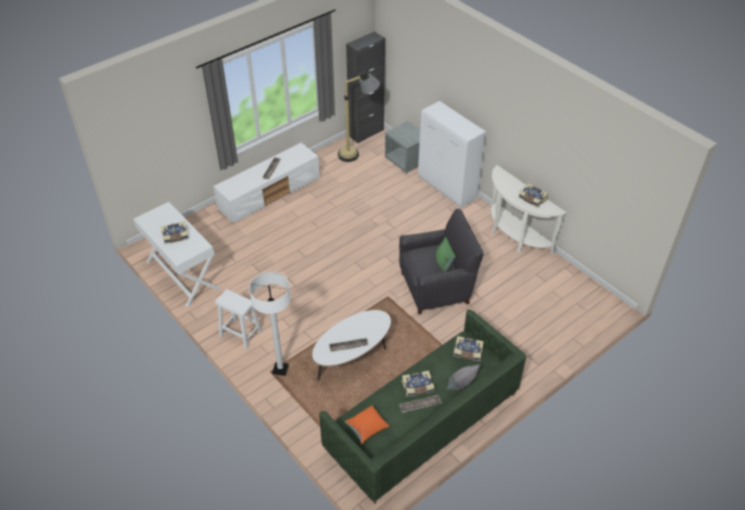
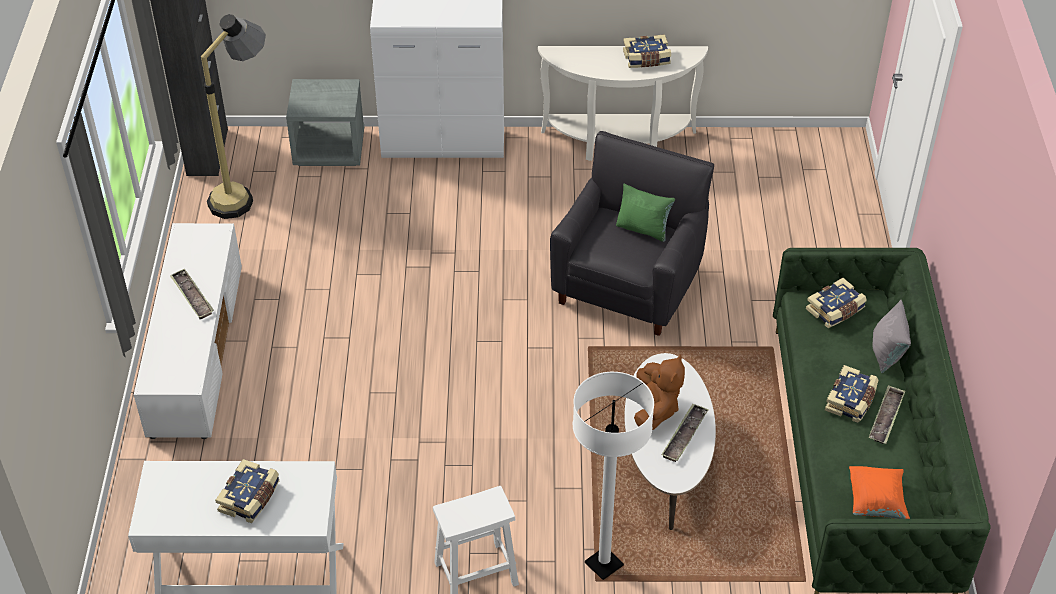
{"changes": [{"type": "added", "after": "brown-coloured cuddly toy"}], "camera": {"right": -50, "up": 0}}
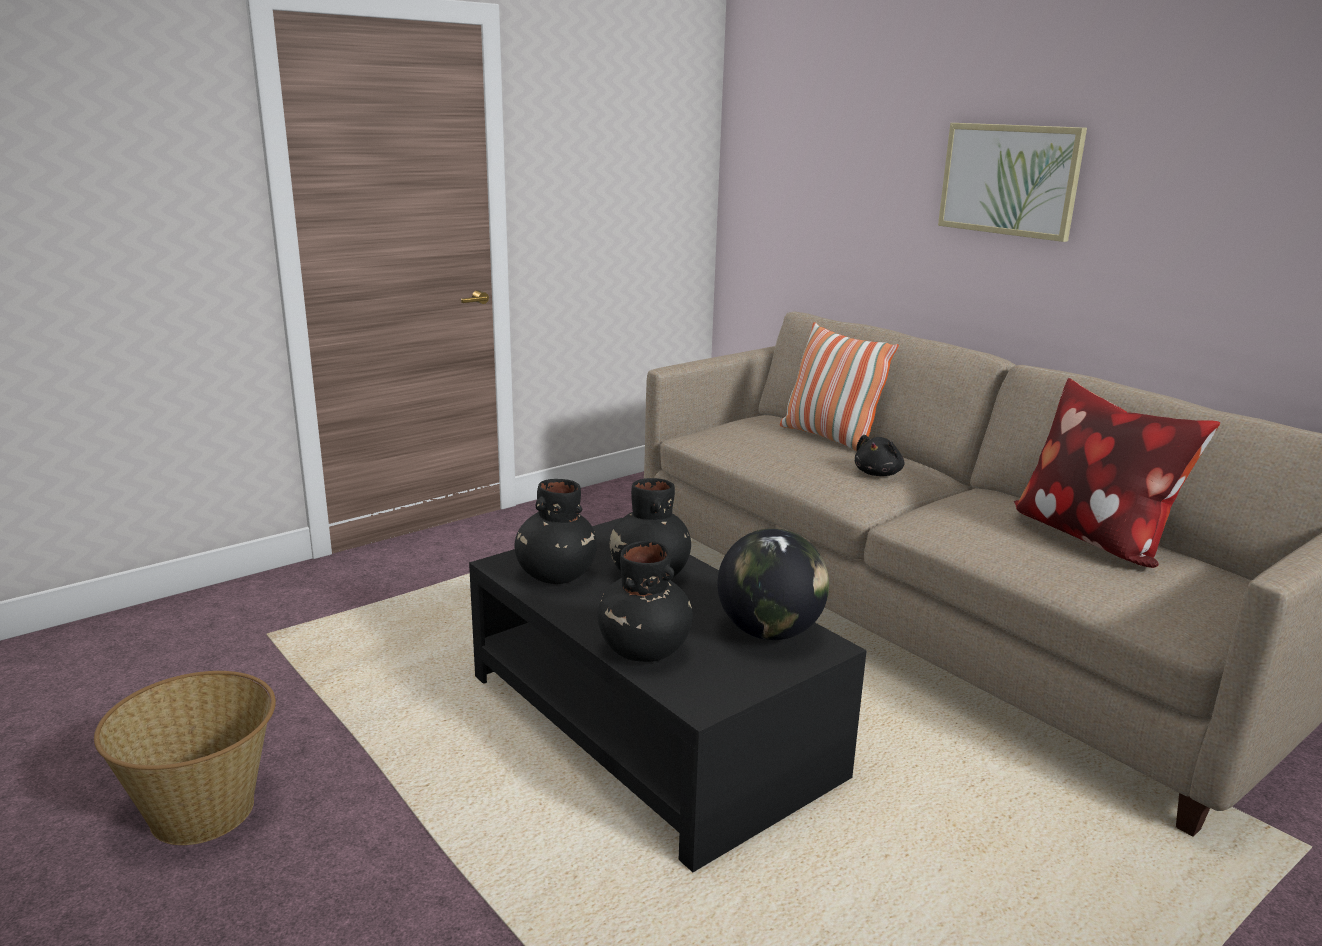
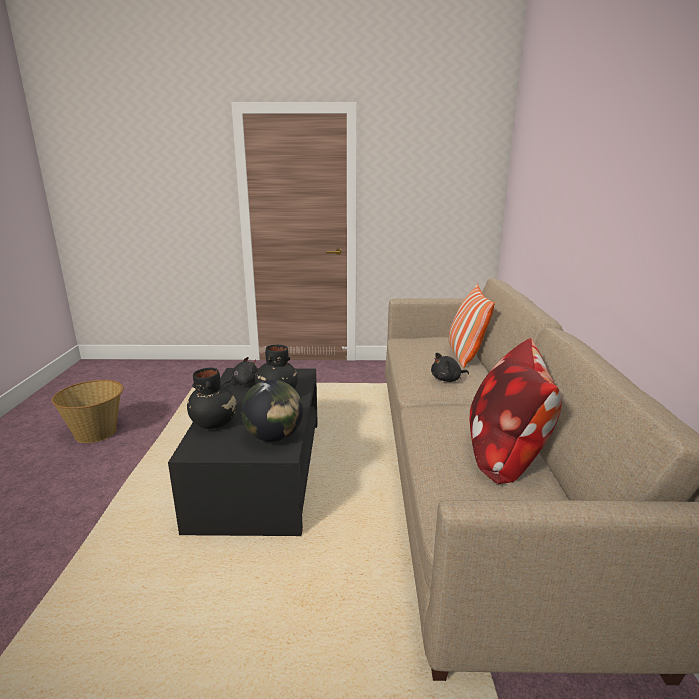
{"changes": [{"type": "removed", "before": "wall art"}, {"type": "replaced", "before": "black-coloured decorative vase (1st from left)", "after": "black-coloured cuddly toy (1st from left)"}], "camera": {"right": 40, "up": 0}}
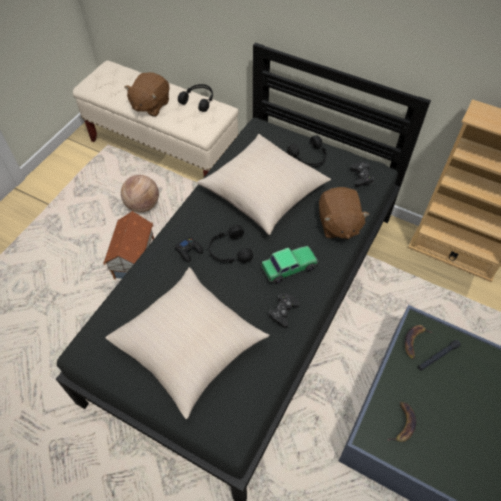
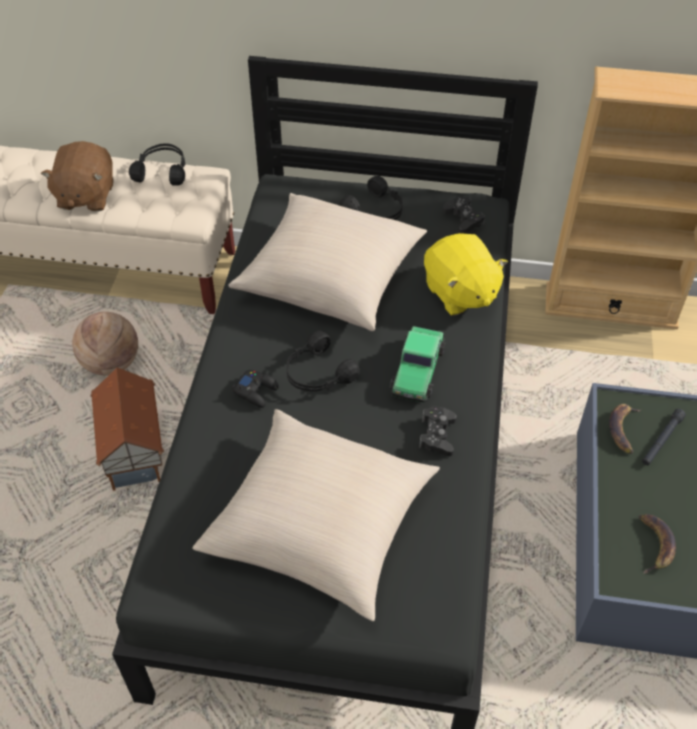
{"changes": [{"type": "recoloured", "before": "brown-coloured cuddly toy (2nd from left)", "after": "yellow-coloured cuddly toy"}, {"type": "turned", "before": "model car", "turn": 150}], "camera": {"right": -20, "up": -5}}
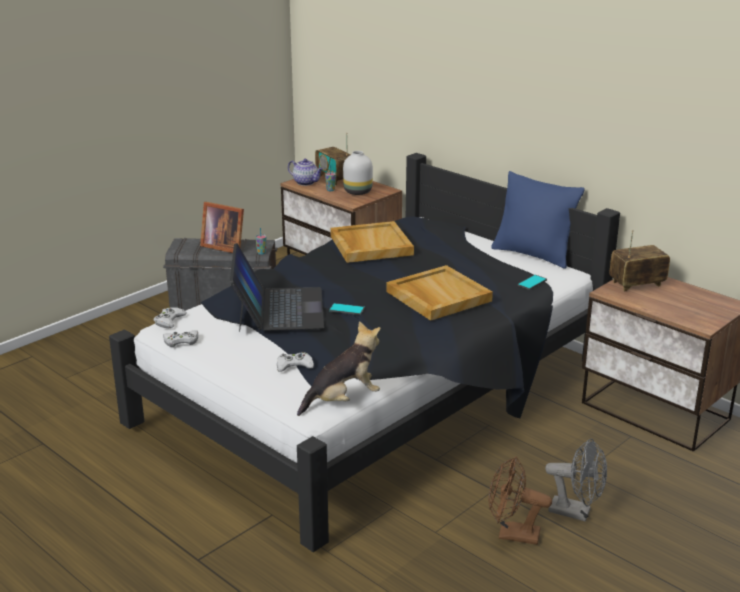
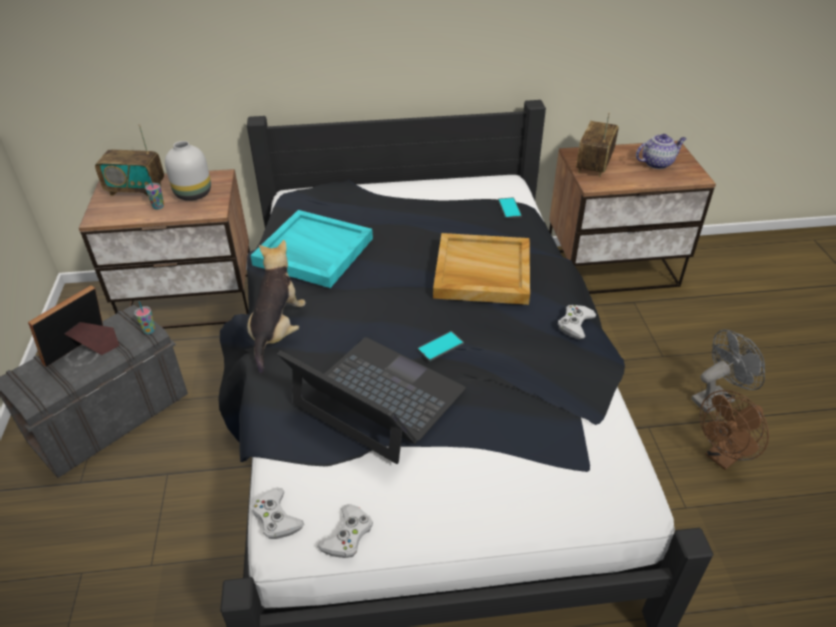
{"changes": [{"type": "moved", "before": "tea pot"}, {"type": "removed", "before": "bluish throw pillow"}, {"type": "turned", "before": "standing frame", "turn": 150}, {"type": "recoloured", "before": "beige-coloured carrying tray (1st from left)", "after": "turquoise carrying tray"}, {"type": "moved", "before": "cuddly toy"}, {"type": "moved", "before": "whitish gamepad (3rd from left)"}], "camera": {"right": -50, "up": 15}}
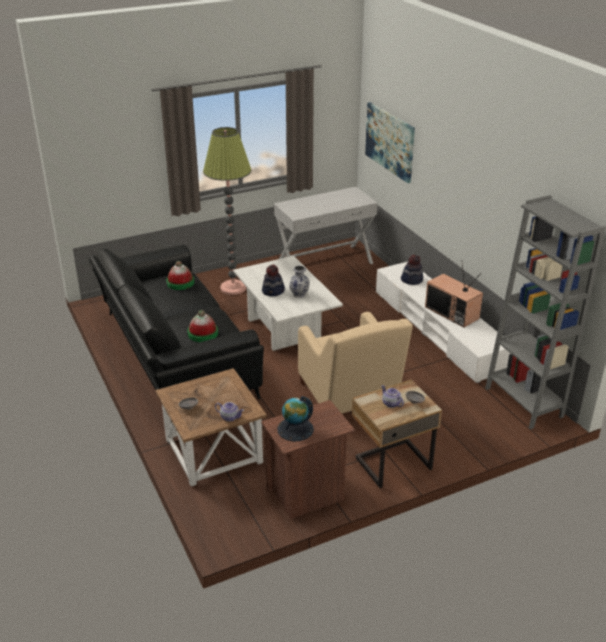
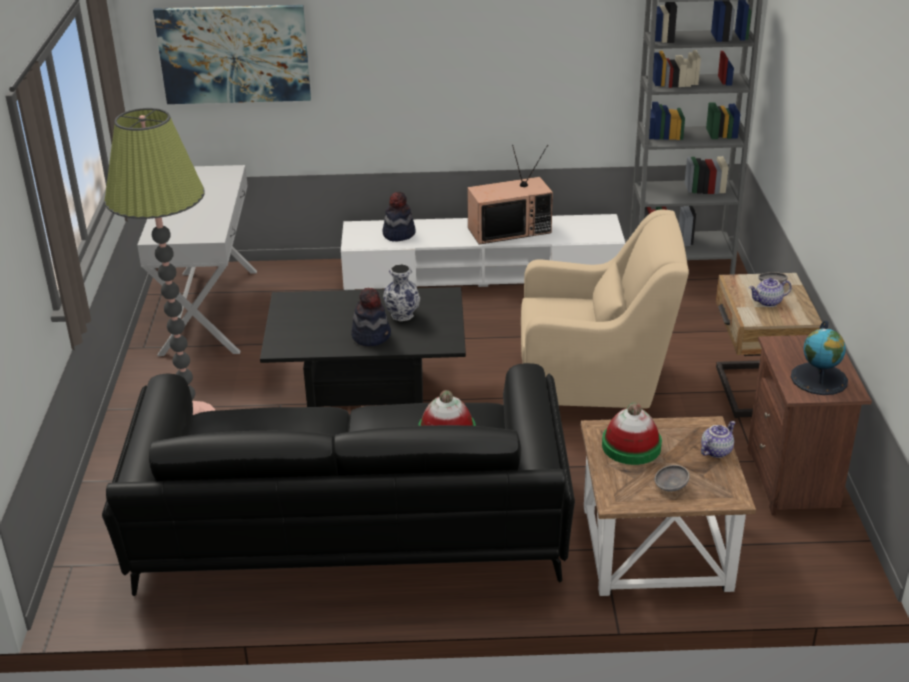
{"changes": [{"type": "recoloured", "before": "whitish low table", "after": "black-coloured low table"}, {"type": "moved", "before": "clothing hat (1st from left in the first image)", "after": "clothing hat (4th from left)"}], "camera": {"right": -65, "up": 0}}
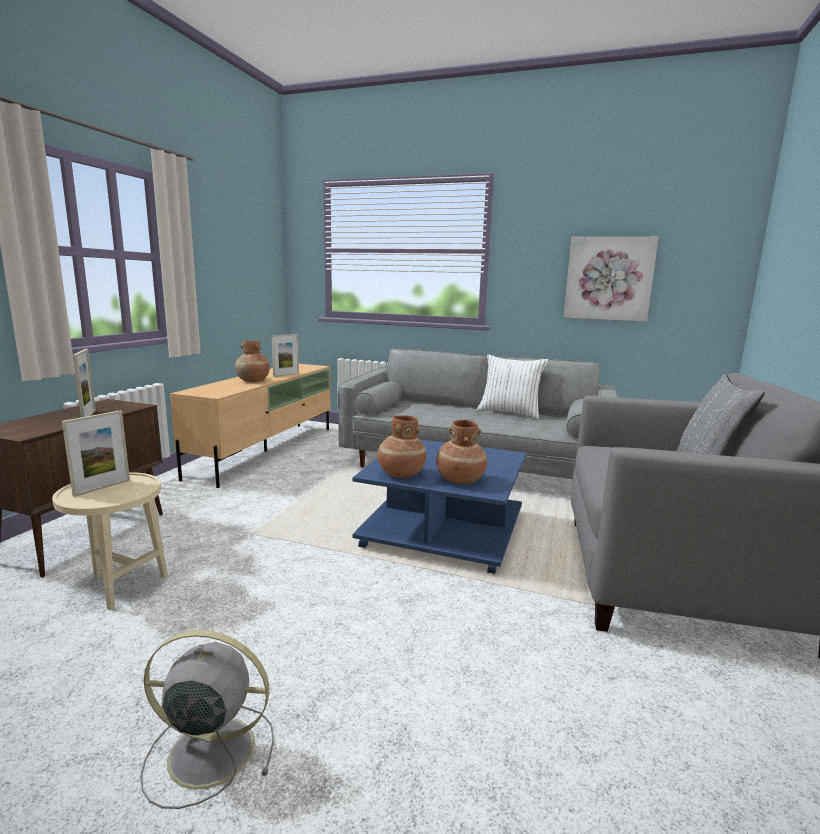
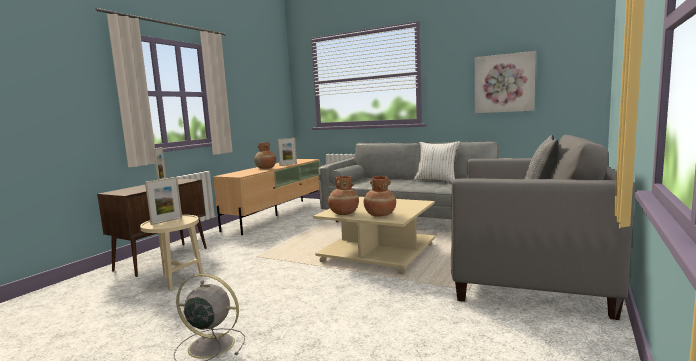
{"changes": [{"type": "recoloured", "before": "bluish low table", "after": "beige-coloured low table"}], "camera": {"right": 10, "up": -5}}
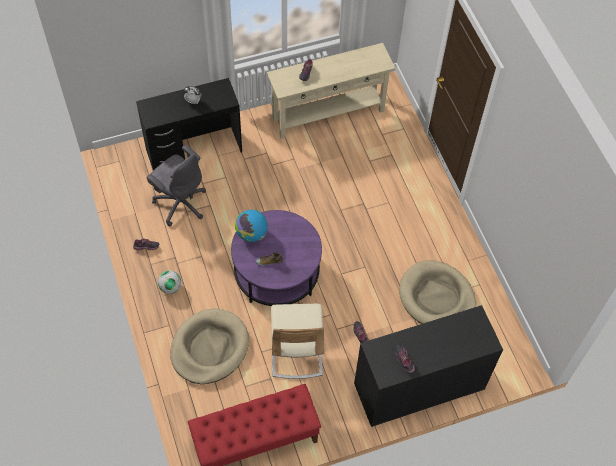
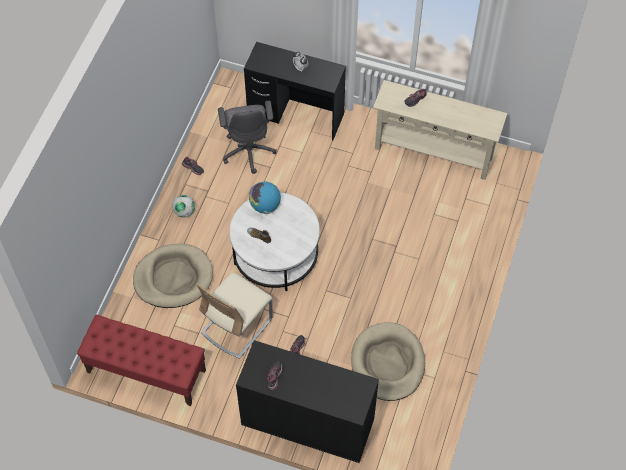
{"changes": [{"type": "recoloured", "before": "purple low table", "after": "whitish low table"}], "camera": {"right": 40, "up": 0}}
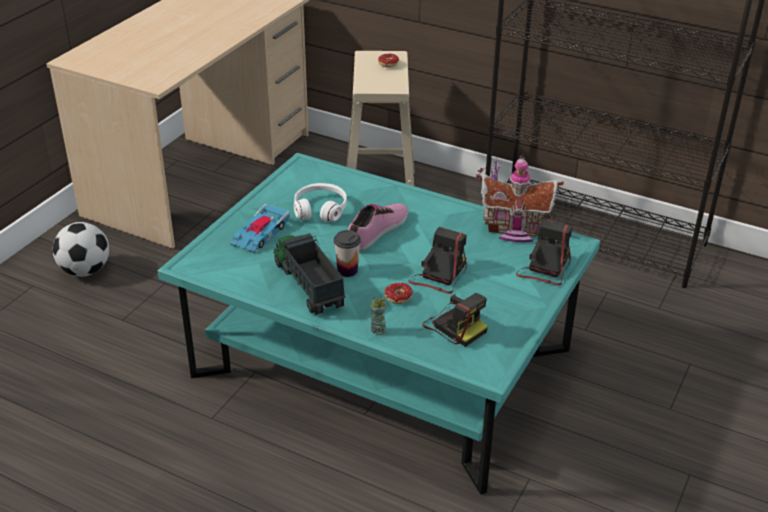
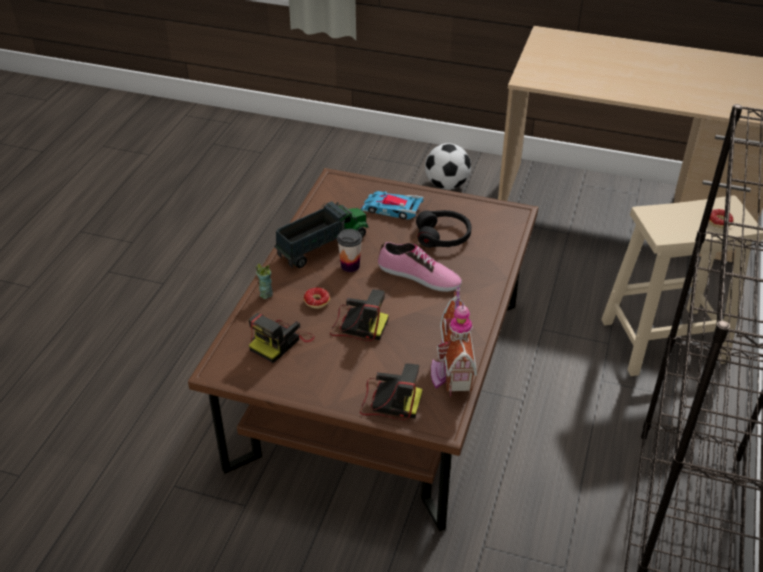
{"changes": [{"type": "recoloured", "before": "turquoise low table", "after": "brown-coloured low table"}, {"type": "recoloured", "before": "whitish headset", "after": "black-coloured headset"}], "camera": {"right": 80, "up": 5}}
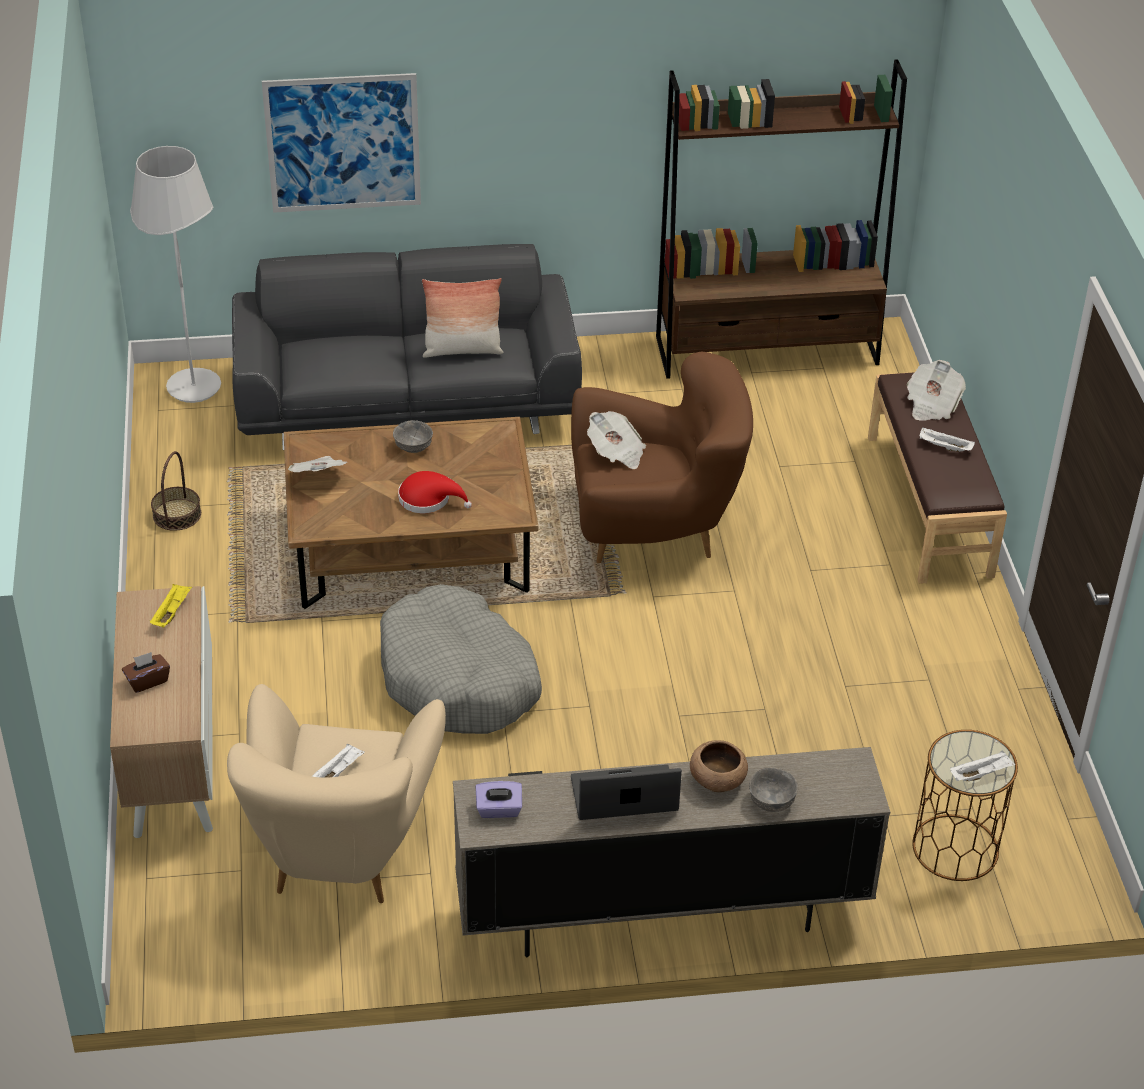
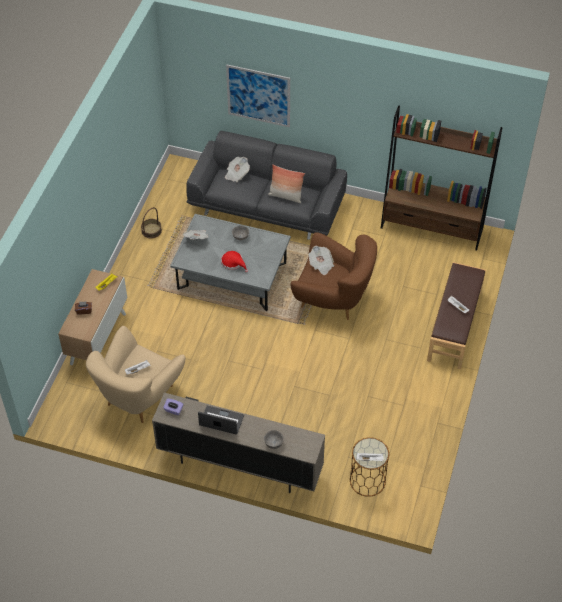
{"changes": [{"type": "removed", "before": "whitish floor lamp"}, {"type": "moved", "before": "daily paper (3rd from left in the first image)", "after": "daily paper (2nd from left)"}, {"type": "recoloured", "before": "brown-coloured low table", "after": "grey low table"}, {"type": "removed", "before": "grey dog cushion"}, {"type": "removed", "before": "brown-coloured deep dish"}], "camera": {"right": 25, "up": 10}}
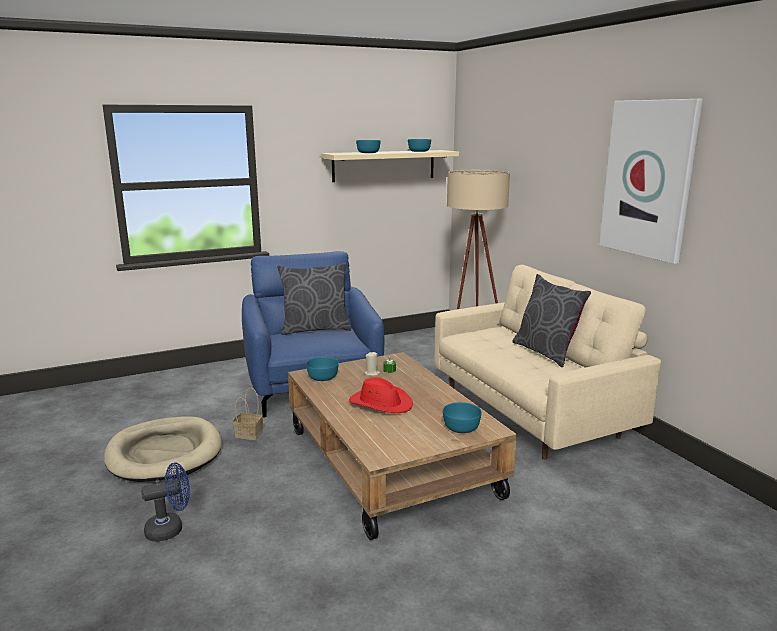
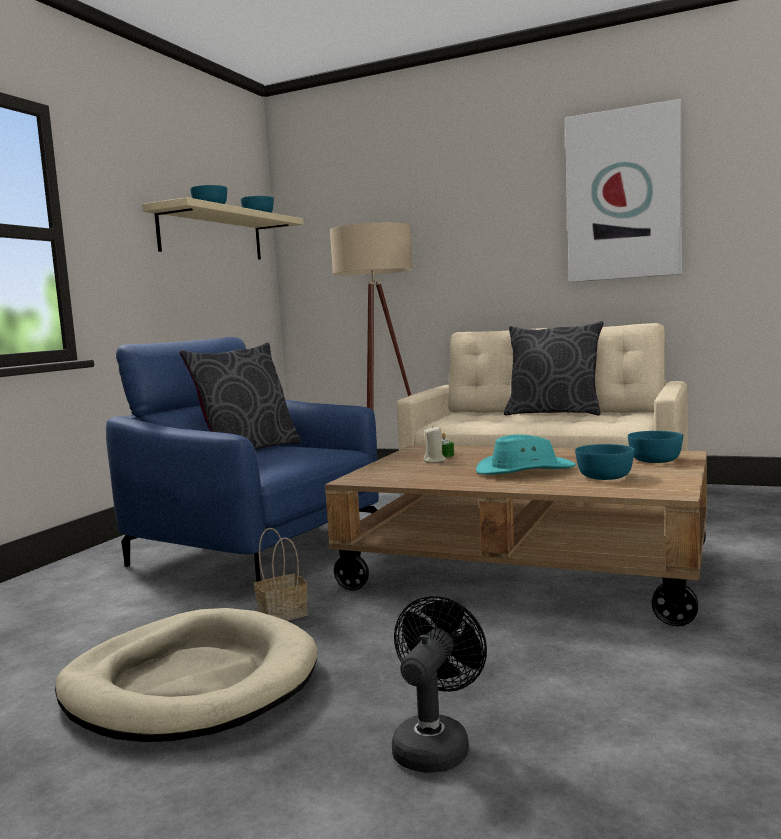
{"changes": [{"type": "moved", "before": "turquoise deep dish (1st from left in the first image)", "after": "turquoise deep dish (3rd from left)"}, {"type": "recoloured", "before": "red clothing hat", "after": "turquoise clothing hat"}, {"type": "recoloured", "before": "bluish cooling fan", "after": "black-coloured cooling fan"}], "camera": {"right": -40, "up": -10}}
